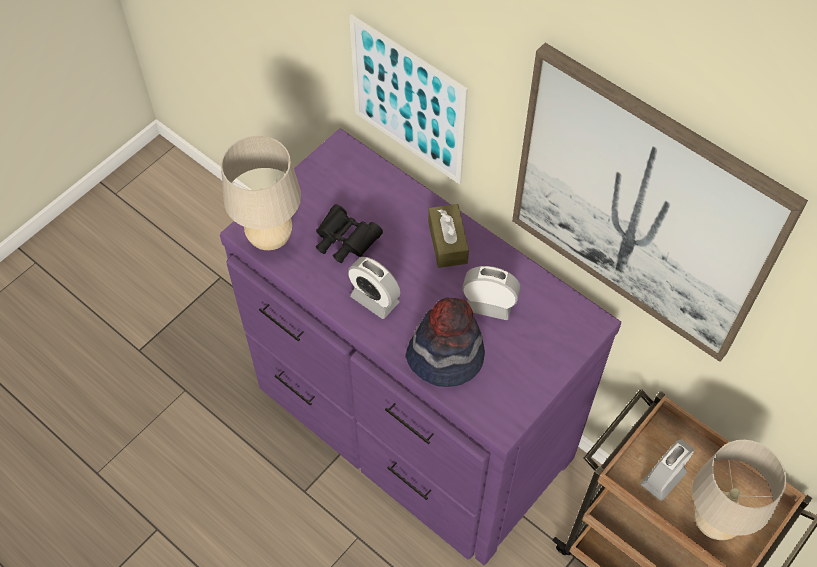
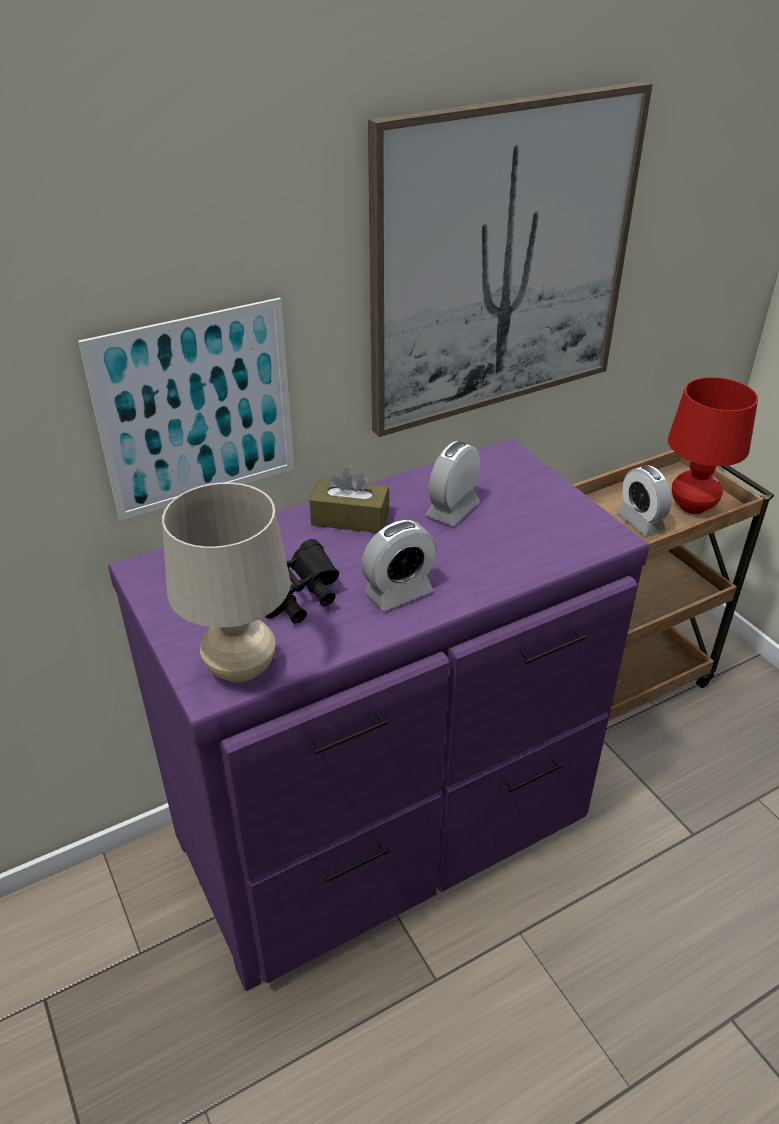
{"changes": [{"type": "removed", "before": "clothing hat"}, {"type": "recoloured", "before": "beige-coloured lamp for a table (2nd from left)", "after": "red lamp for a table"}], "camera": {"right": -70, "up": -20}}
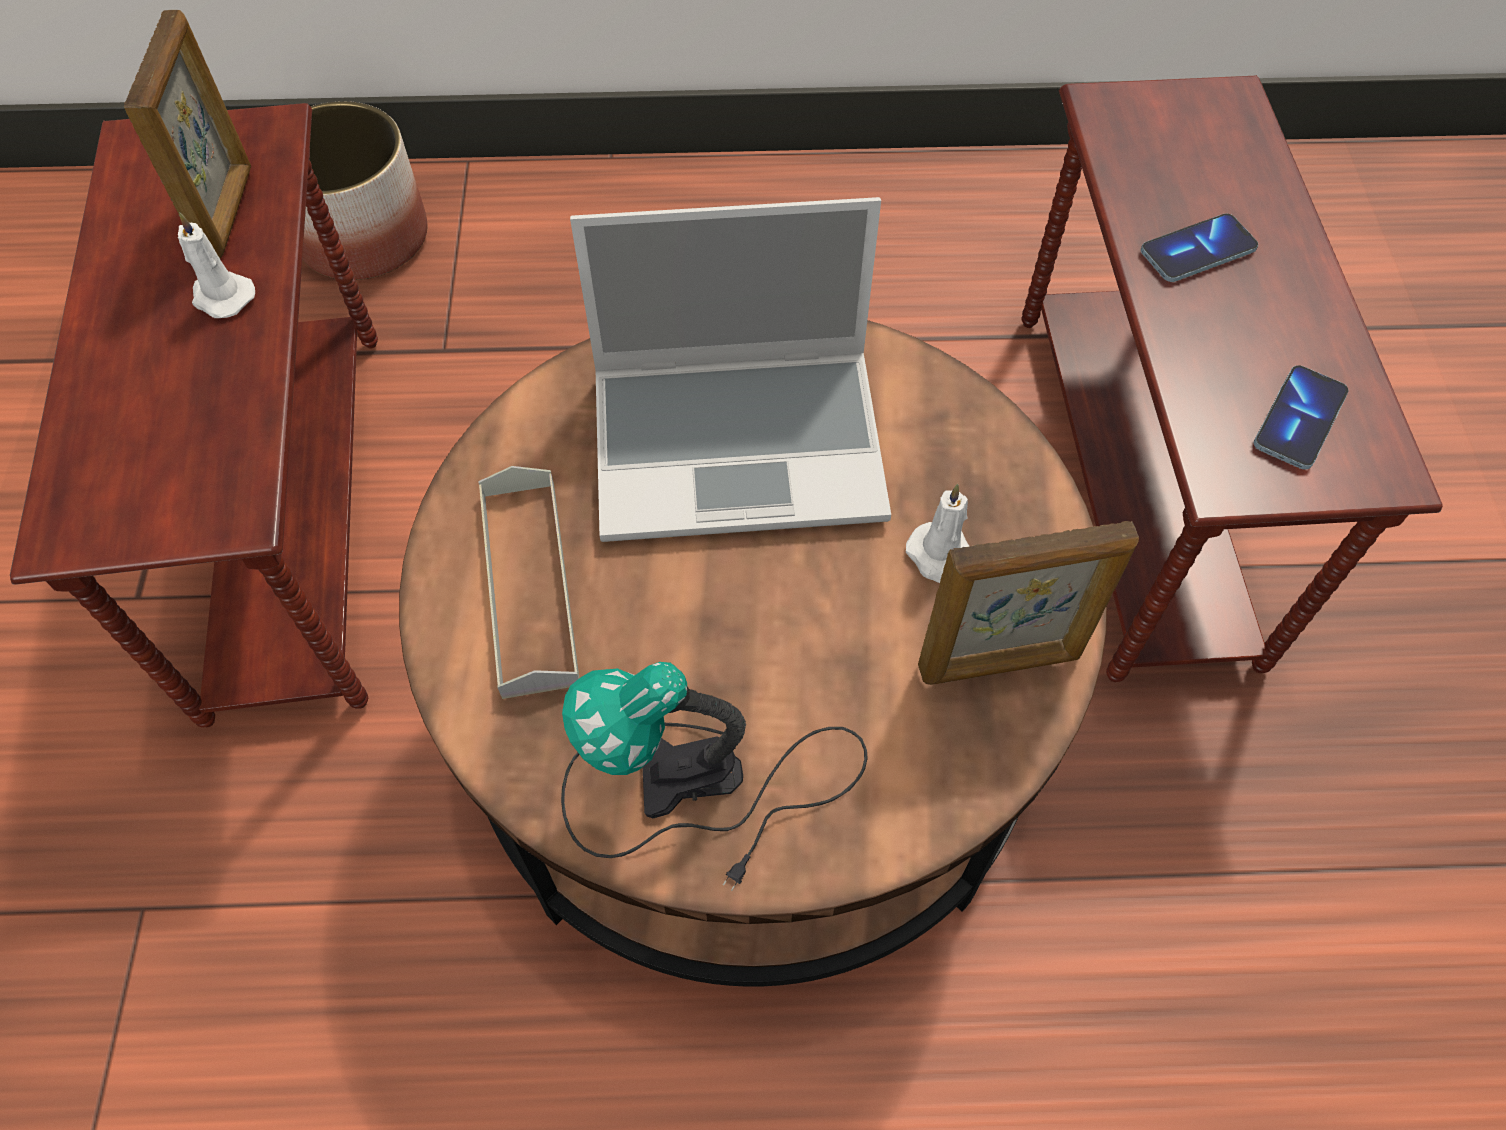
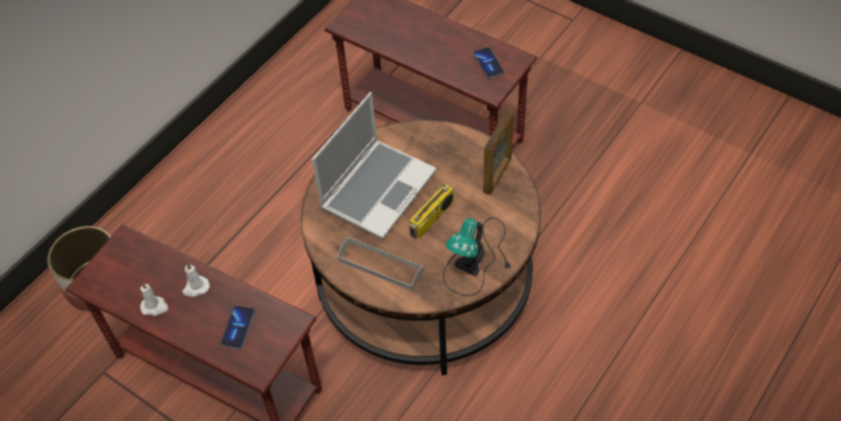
{"changes": [{"type": "removed", "before": "standing frame (1st from left)"}, {"type": "moved", "before": "handset (1st from left)"}, {"type": "moved", "before": "whitish candle (2nd from left in the first image)", "after": "whitish candle (1st from left)"}, {"type": "added", "after": "radio receiver"}], "camera": {"right": -50, "up": -5}}
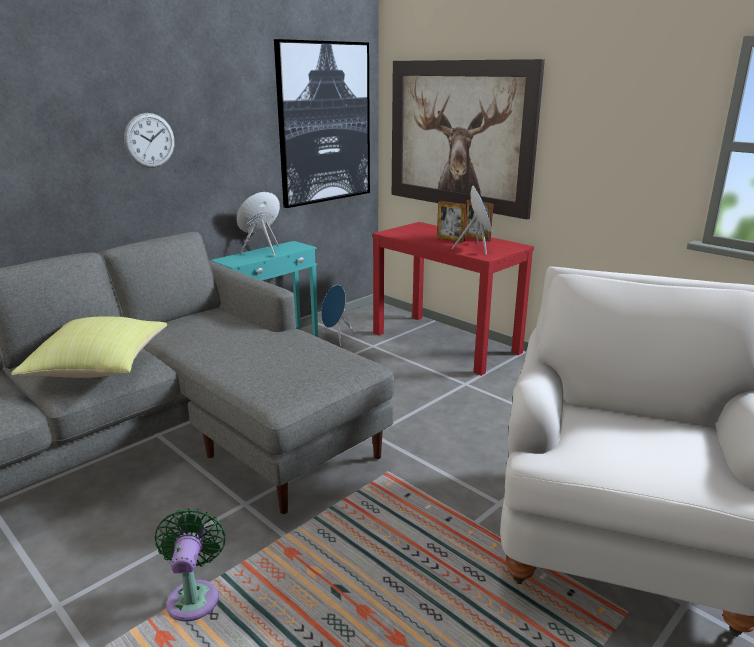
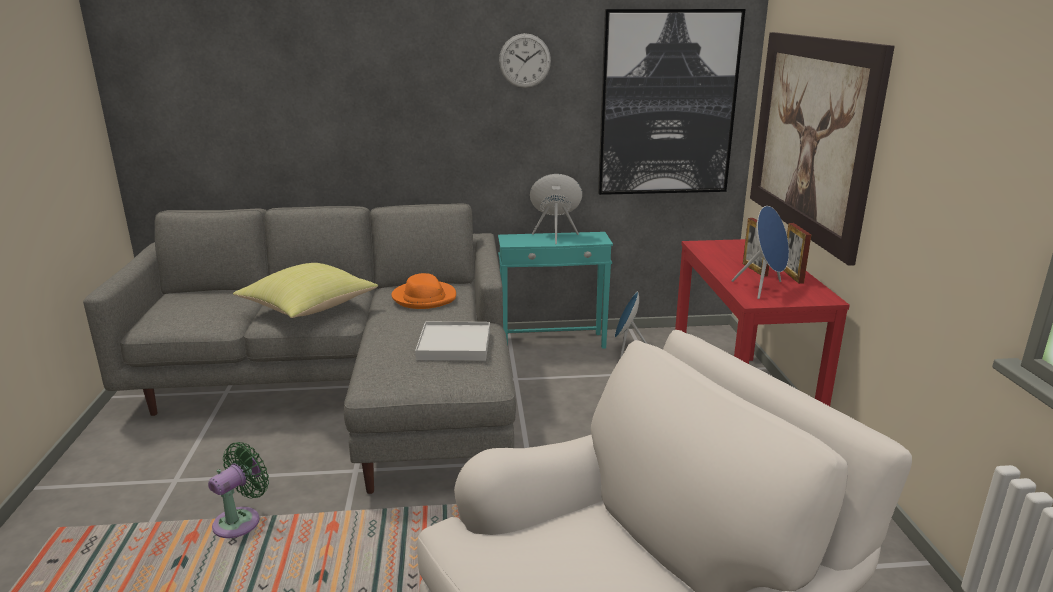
{"changes": [{"type": "moved", "before": "clock on the wall"}, {"type": "added", "after": "orange-coloured clothing hat"}, {"type": "added", "after": "whitish carrying tray"}], "camera": {"right": 40, "up": 0}}
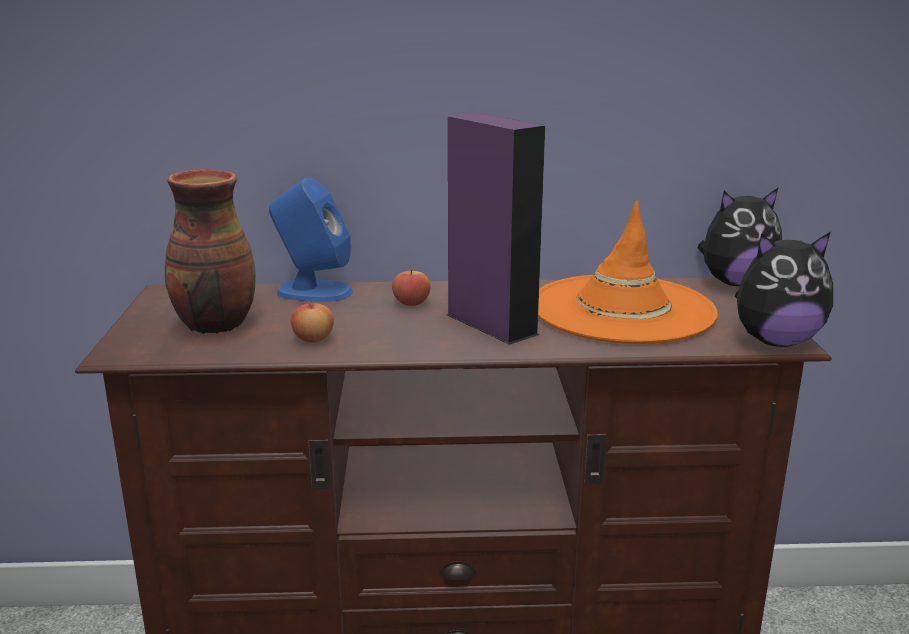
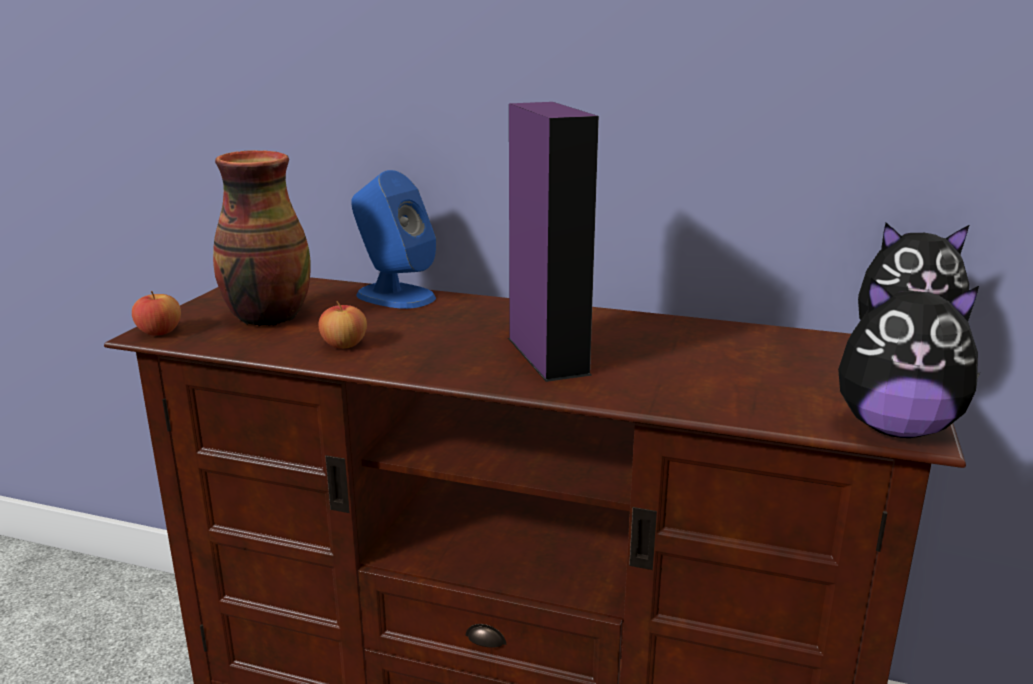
{"changes": [{"type": "removed", "before": "orange-coloured clothing hat"}, {"type": "moved", "before": "apple fruit (2nd from left in the first image)", "after": "apple fruit (1st from left)"}], "camera": {"right": 20, "up": 0}}
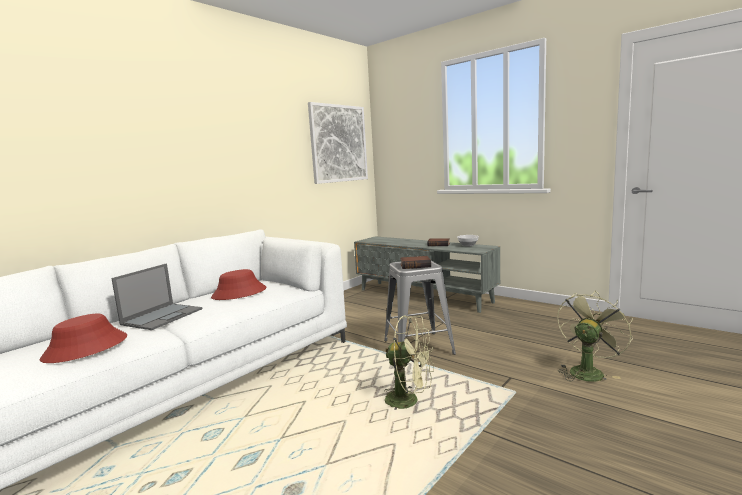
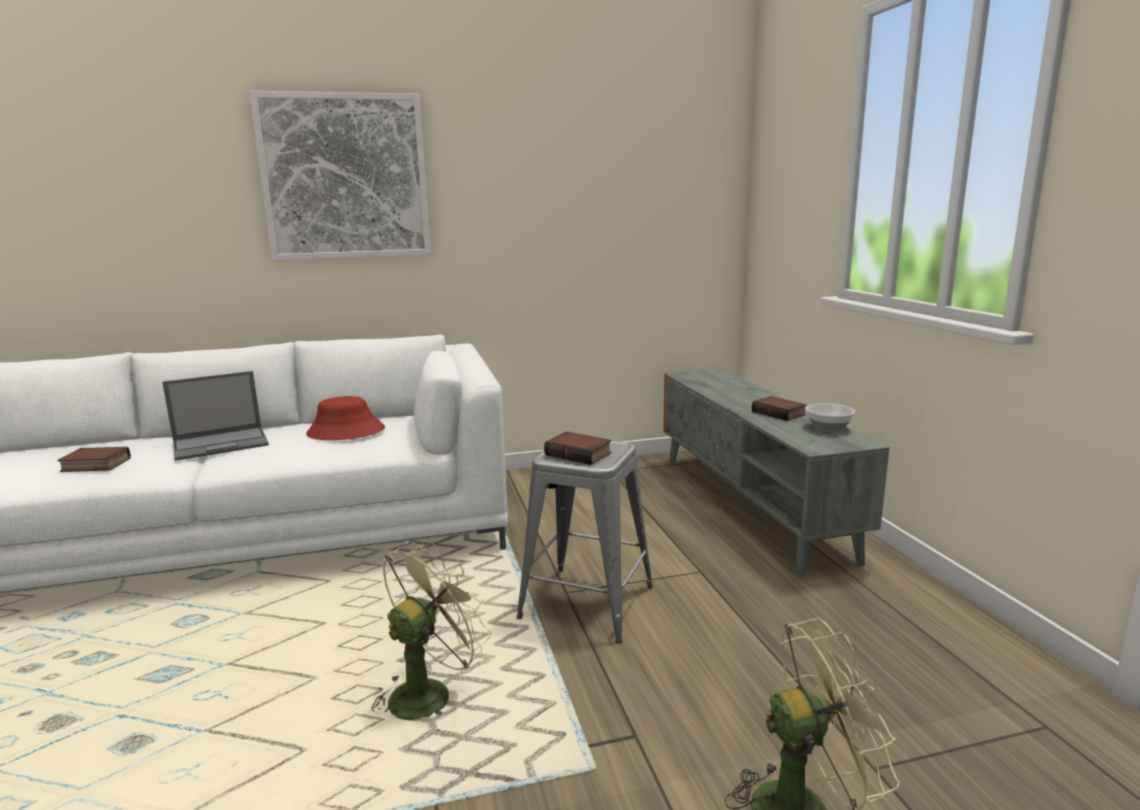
{"changes": [{"type": "moved", "before": "wall art"}, {"type": "replaced", "before": "red clothing hat (1st from left)", "after": "bound book (1st from left)"}, {"type": "turned", "before": "green cooling fan (1st from left)", "turn": -105}], "camera": {"right": 35, "up": 5}}
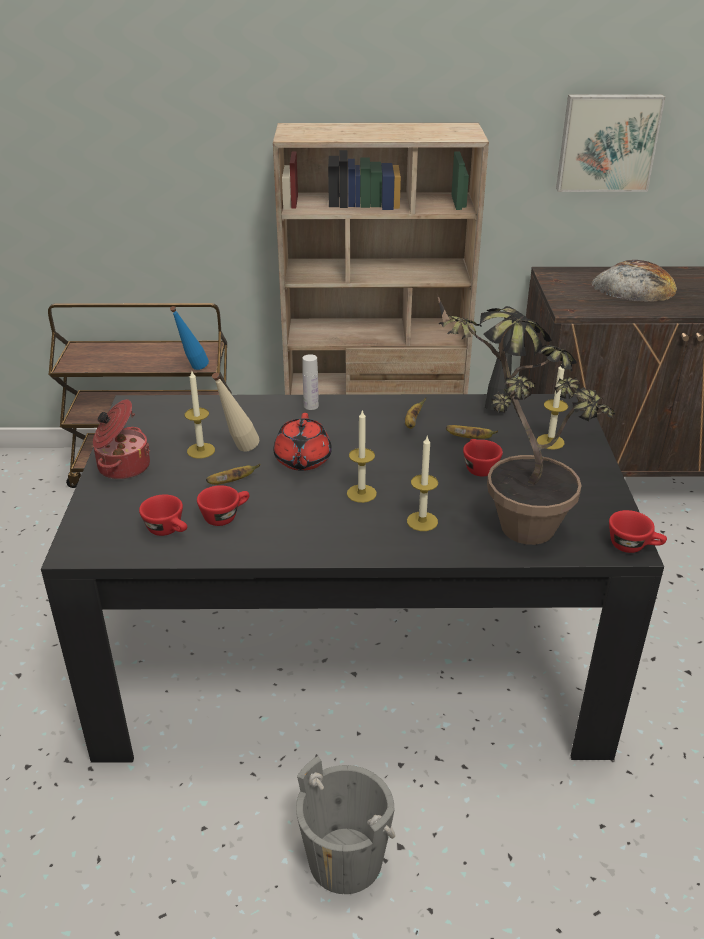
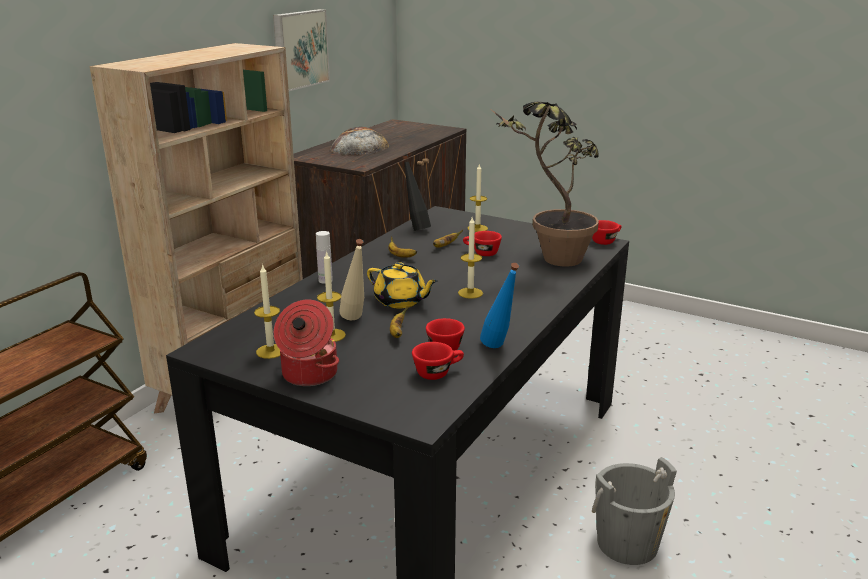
{"changes": [{"type": "moved", "before": "bluish bottle"}, {"type": "recoloured", "before": "red tea pot", "after": "yellow-coloured tea pot"}, {"type": "moved", "before": "candle (3rd from left in the first image)", "after": "candle (1st from left)"}], "camera": {"right": -60, "up": -10}}
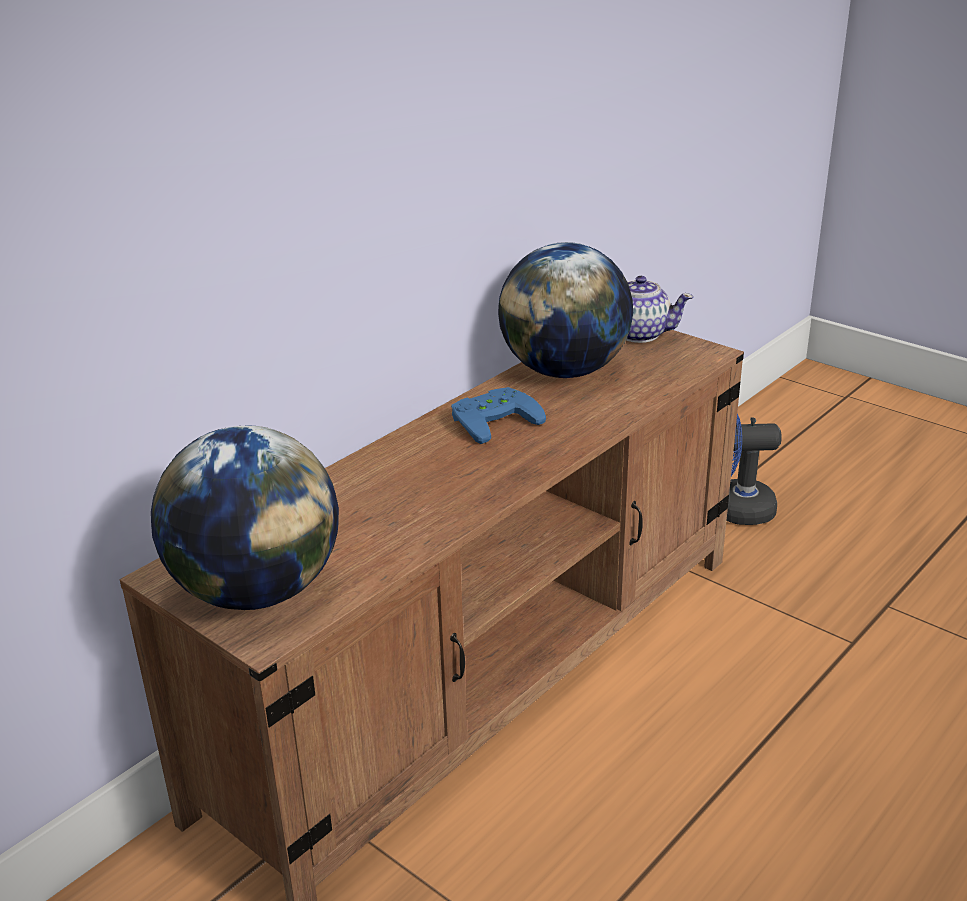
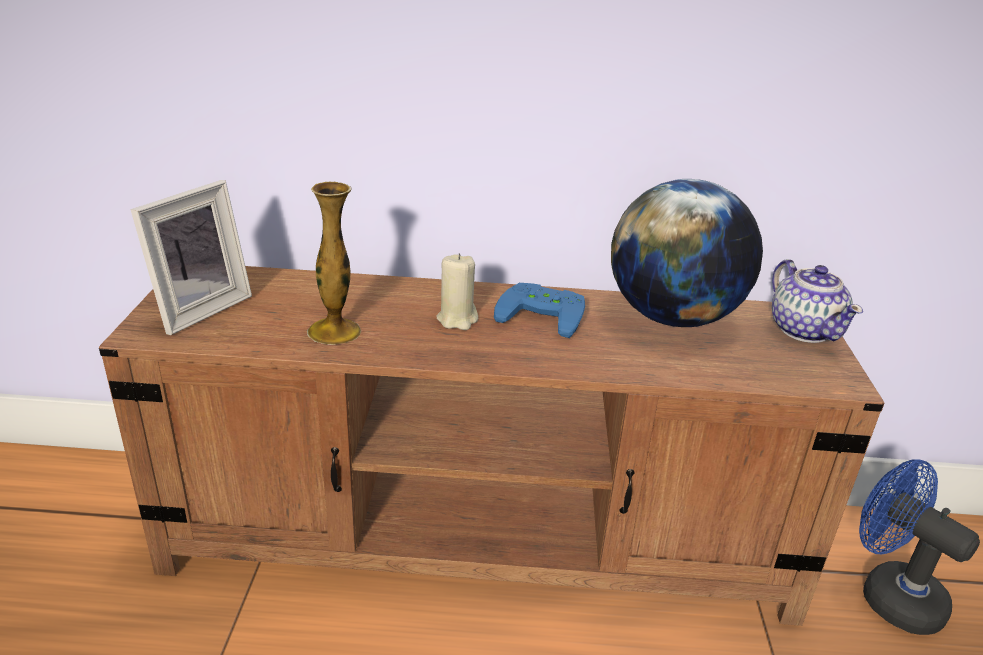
{"changes": [{"type": "replaced", "before": "globe (1st from left)", "after": "standing frame"}, {"type": "added", "after": "decorative vase"}, {"type": "added", "after": "beige-coloured candle"}], "camera": {"right": 50, "up": 0}}
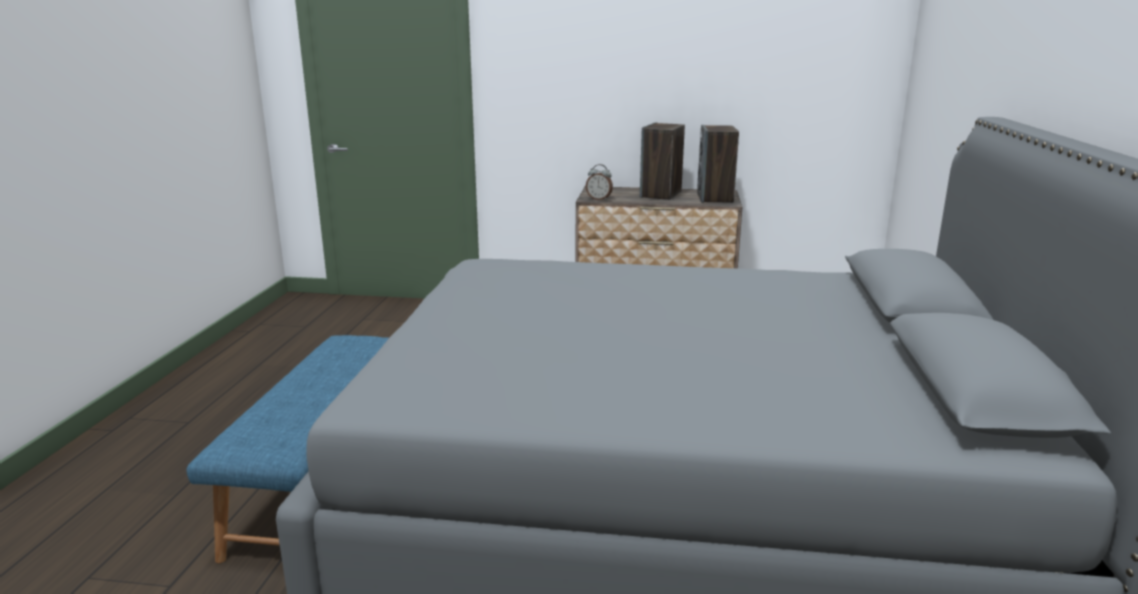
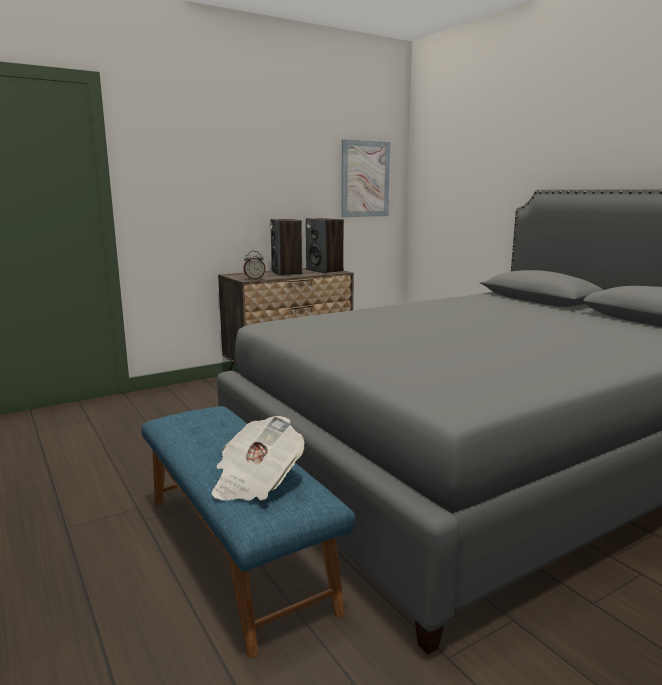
{"changes": [{"type": "added", "after": "wall art"}, {"type": "added", "after": "daily paper"}], "camera": {"right": -40, "up": -5}}
